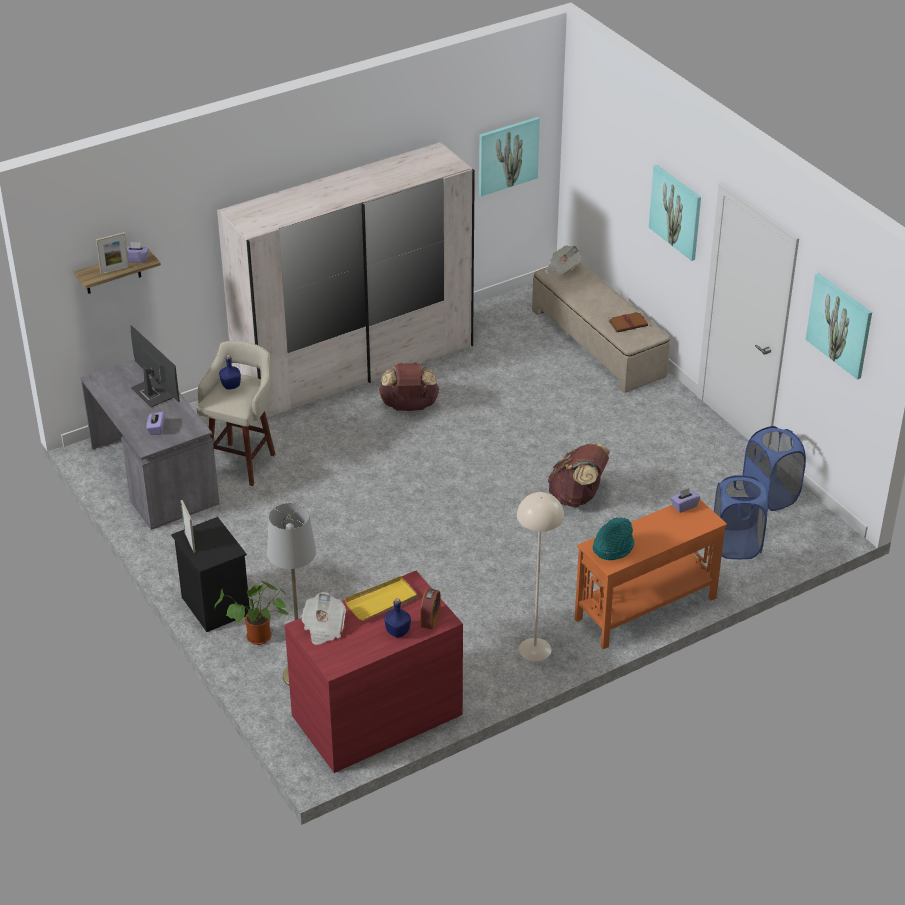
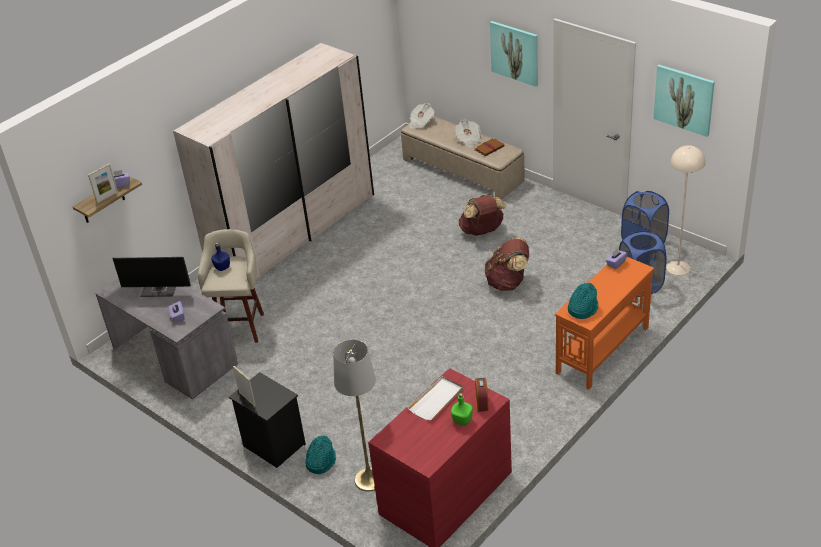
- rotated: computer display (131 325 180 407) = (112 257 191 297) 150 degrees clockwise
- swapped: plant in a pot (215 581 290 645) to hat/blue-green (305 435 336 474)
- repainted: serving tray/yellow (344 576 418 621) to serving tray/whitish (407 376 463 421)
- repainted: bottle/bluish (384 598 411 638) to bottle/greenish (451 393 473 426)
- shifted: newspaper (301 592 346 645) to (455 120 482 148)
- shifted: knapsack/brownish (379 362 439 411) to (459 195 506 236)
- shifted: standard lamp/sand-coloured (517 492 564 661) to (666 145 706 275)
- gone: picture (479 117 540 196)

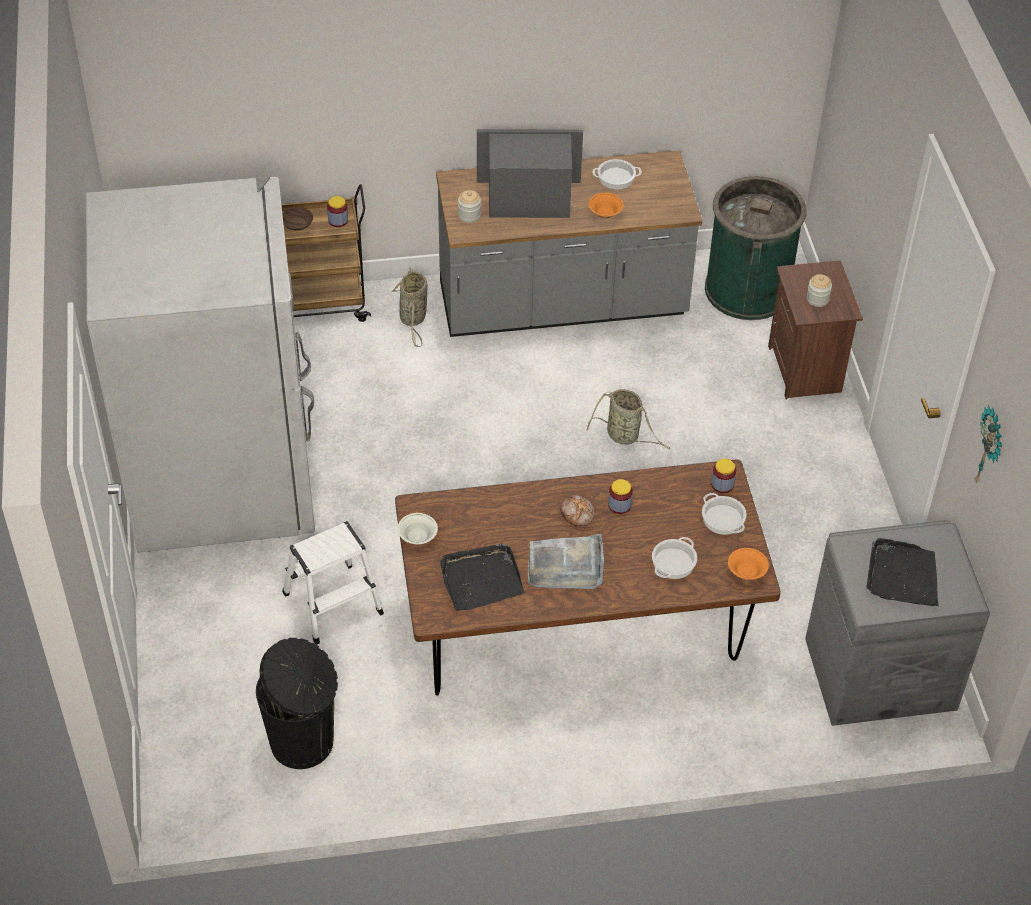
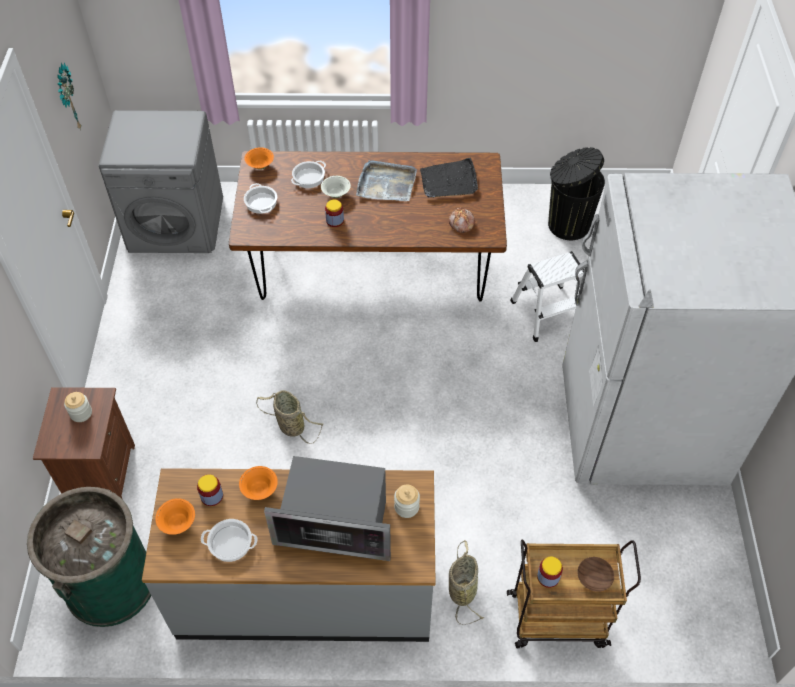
- new: bowl/orangey (155 498 195 535)
- shifted: preserve jar (711 459 736 493) to (197 474 223 506)
- shifted: bowl/whitish (397 513 438 544) to (321 176 351 198)
- shifted: baked bread (560 495 595 527) to (449 208 475 233)
- gone: serving tray/black (867 538 938 606)

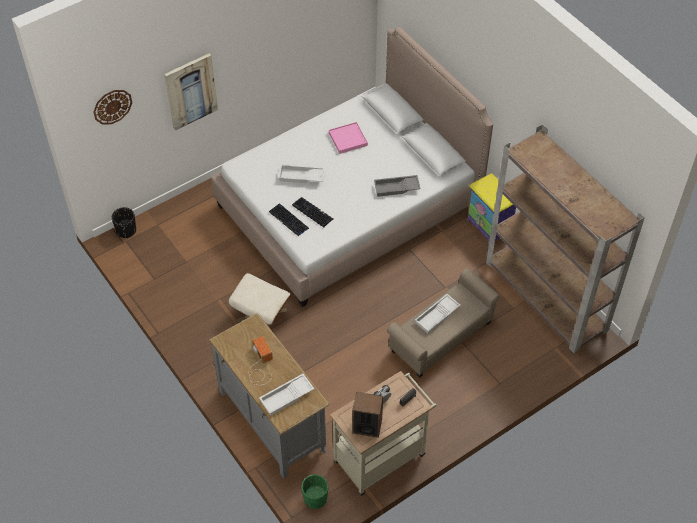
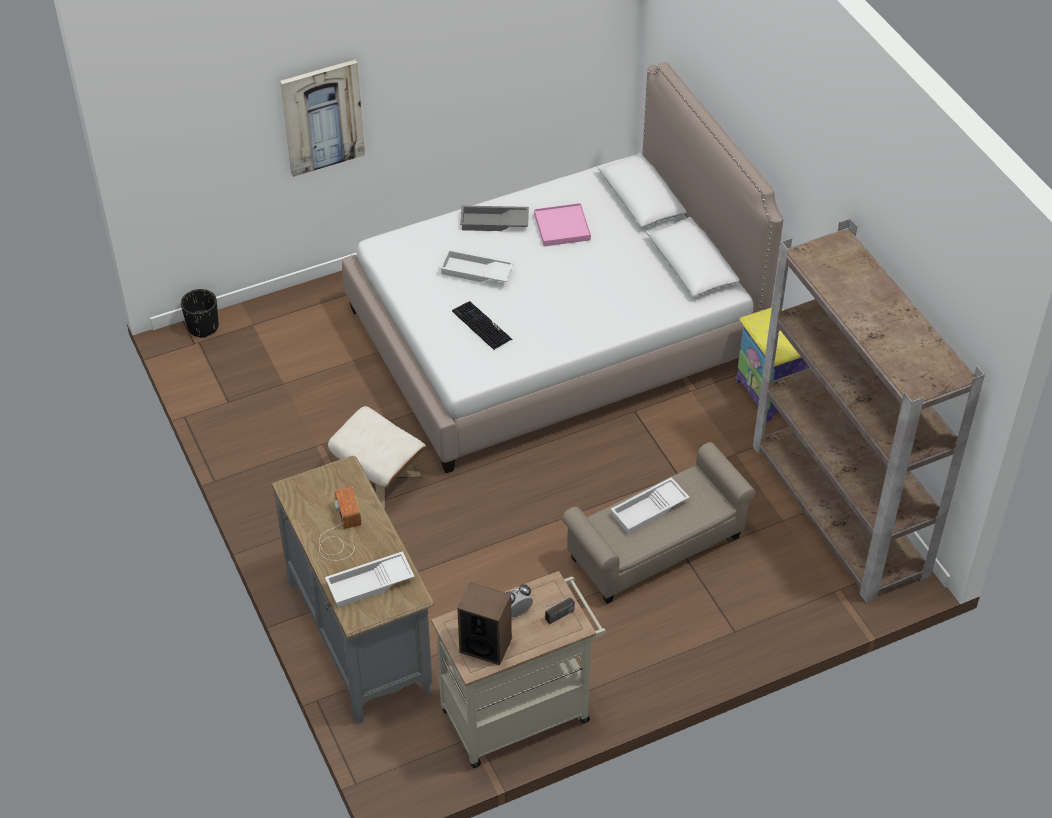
- shifted: serving tray/gray (374 175 421 197) to (460 205 529 231)
- gone: wall clock (94 90 132 125)
- gone: computer keyboard (269 203 309 236)
- gone: plant pot/greenish (301 474 328 509)

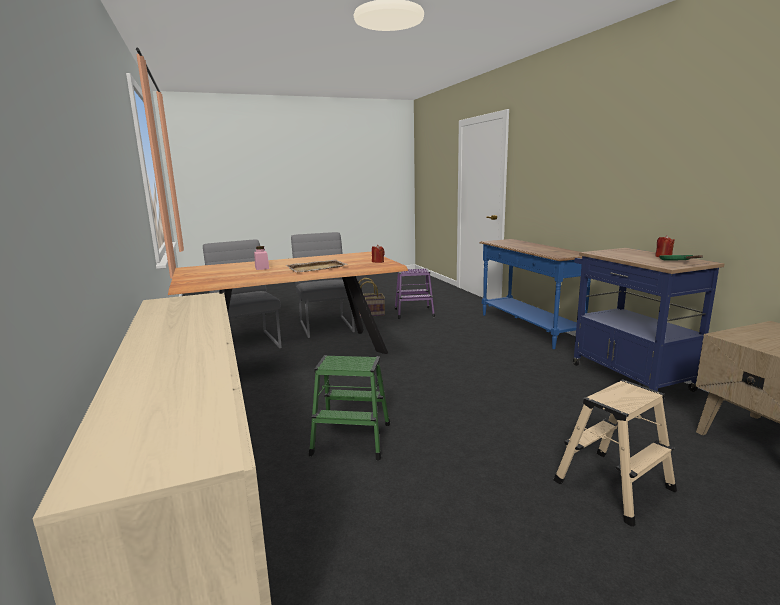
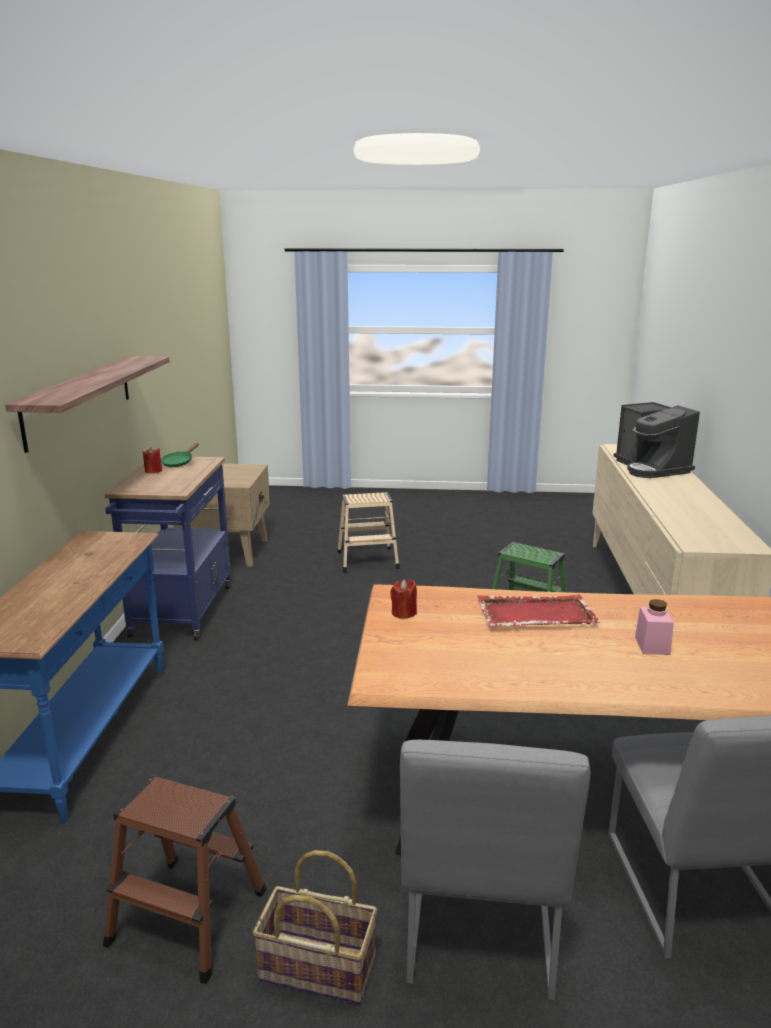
- new: wall shelf (5 356 170 453)
- repainted: step ladder/purplish (395 268 435 319) to step ladder/brownish (103 775 267 984)
- repainted: serving tray/sand-coloured (285 259 347 272) to serving tray/red-coloured (477 594 600 626)
- new: coffee brewer (613 402 700 478)

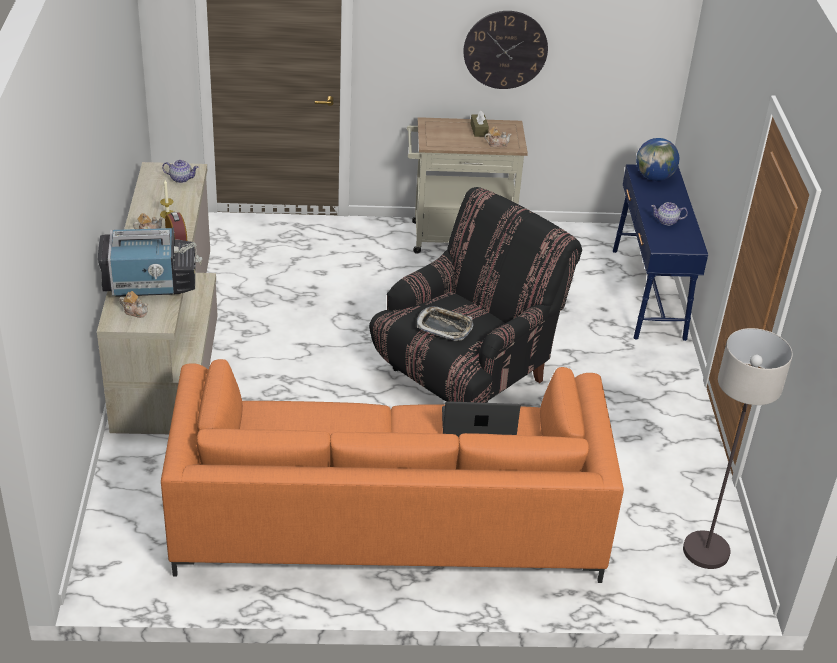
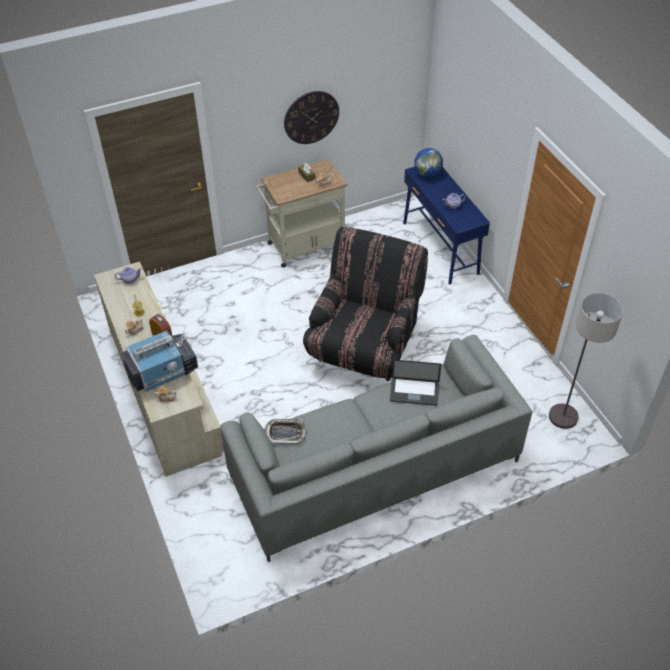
- repainted: couch/orangey (161 359 624 583) to couch/gray (220 335 532 562)
- shifted: serving tray (417 306 473 341) to (265 419 307 444)
- rotated: notebook computer (442 402 521 438) = (390 360 441 406) 150 degrees counterclockwise

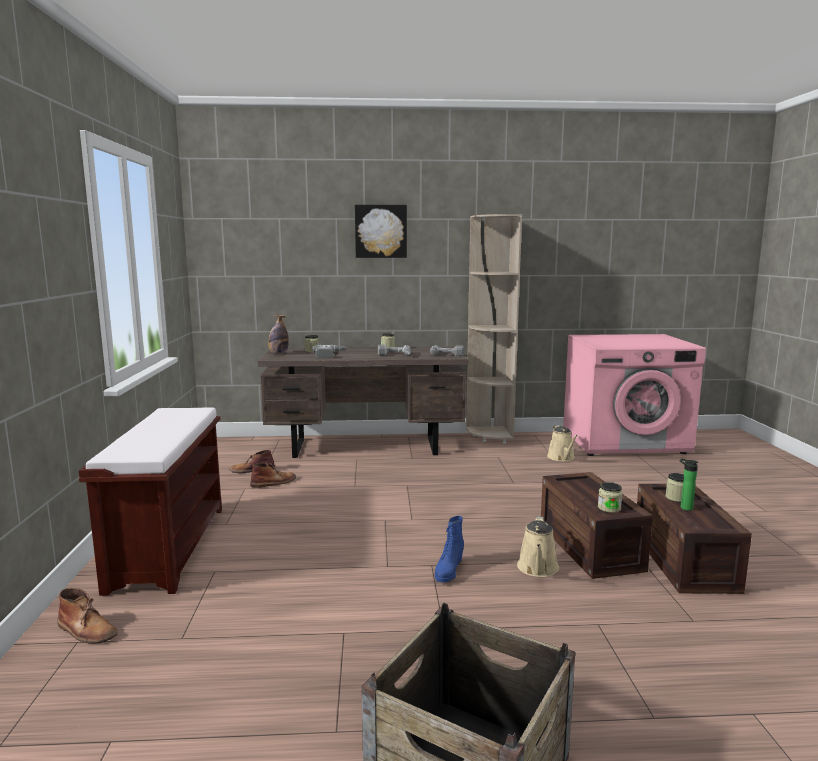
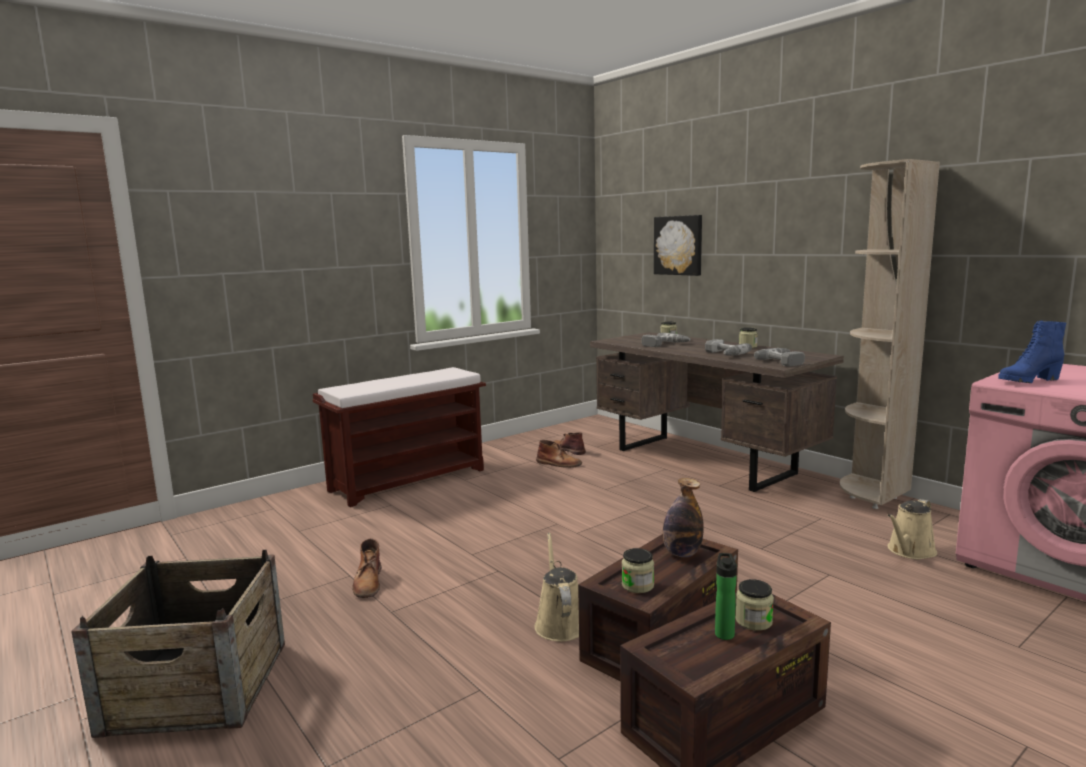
- shifted: boot/brownish (57 588 118 644) to (353 539 381 598)
- rotated: watering pot/sand-coloured (517 517 559 577) = (534 533 579 642) 105 degrees clockwise
- shifted: picture (355 205 407 258) to (654 215 702 276)
- shifted: bottle (268 315 289 354) to (663 478 704 557)
- shifted: boot/bluish (435 516 464 582) to (998 321 1066 383)

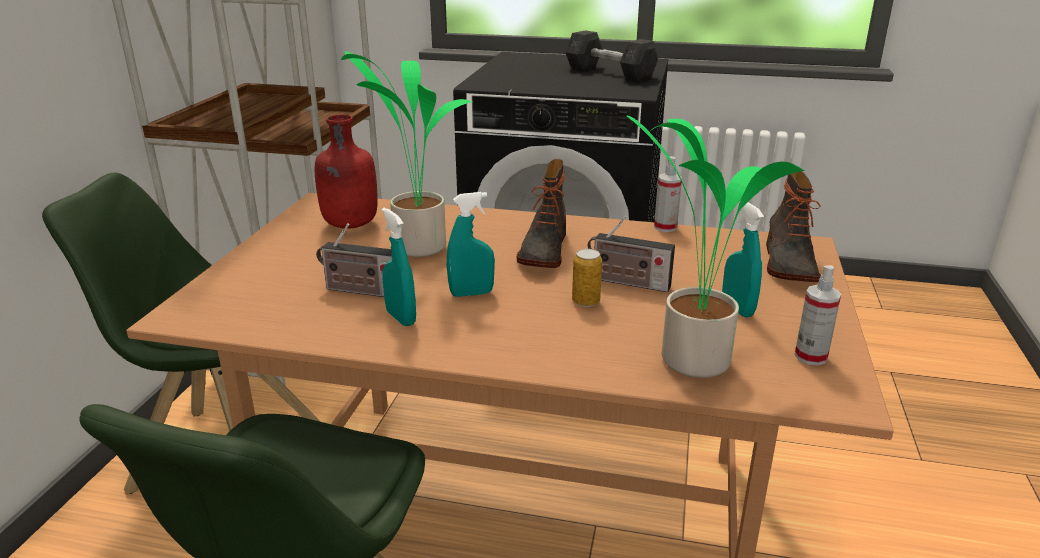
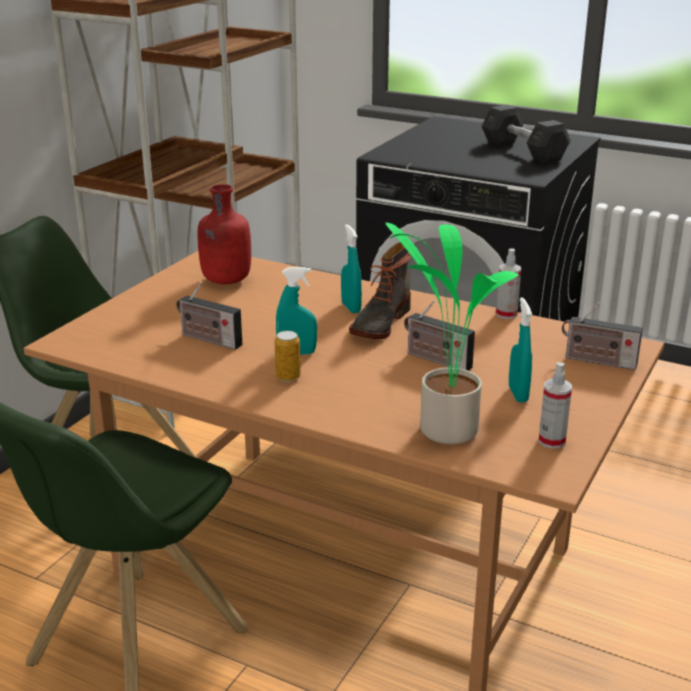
- shifted: sealed can (572 249 602 307) to (274 331 301 382)
- shifted: sprayer/blue-green (382 207 416 326) to (341 224 362 313)
- swapped: boot (766 171 821 282) to radio set (562 302 643 370)
- gone: plant in a pot (341 51 472 257)

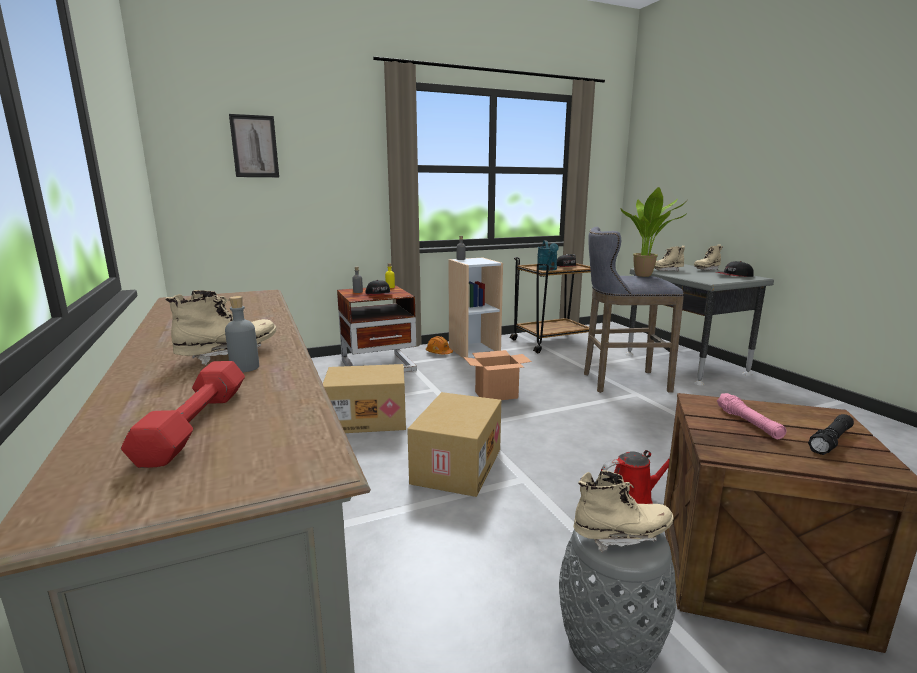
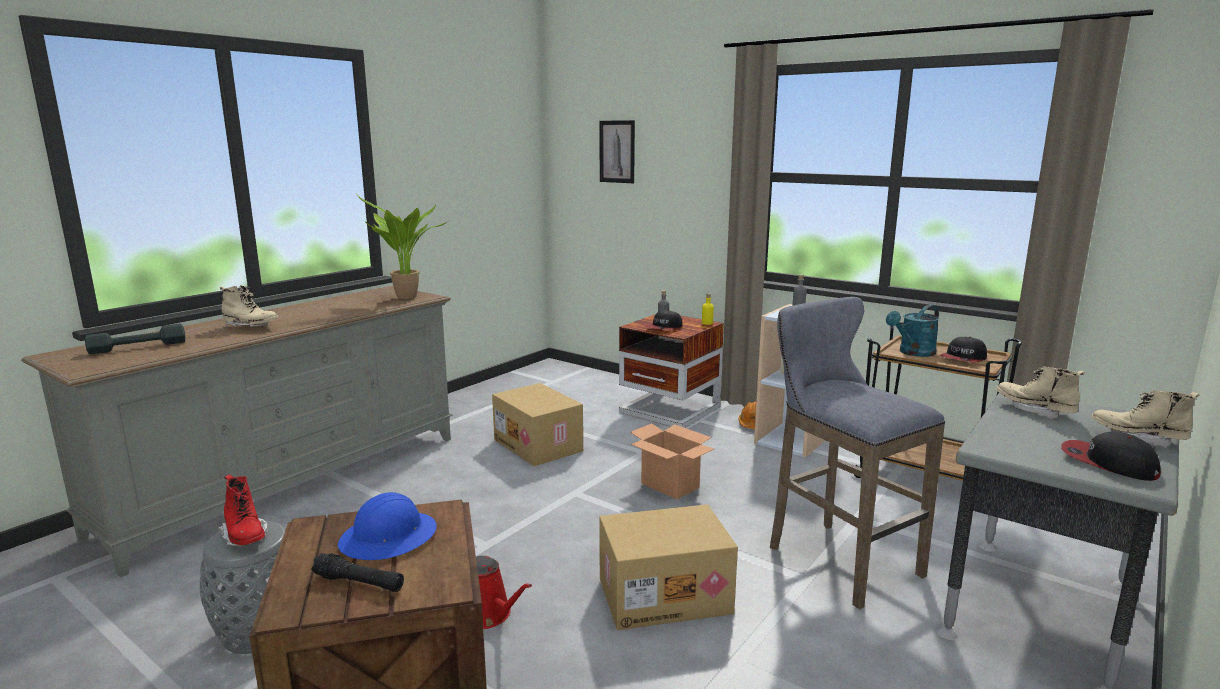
- repainted: hand weight/red-coloured (121 361 245 468) to hand weight/gray (85 324 185 354)
- repainted: boot/sand-coloured (573 470 674 553) to boot/red-coloured (218 475 268 546)
- swapped: hand torch/pinkish (717 393 786 439) to work helmet/bluish (338 492 437 560)
- shifted: plant in a pot (620 187 687 277) to (356 194 448 299)
- shifted: carton (407 392 501 497) to (599 504 738 630)
- gone: bottle/gray (225 296 259 372)

